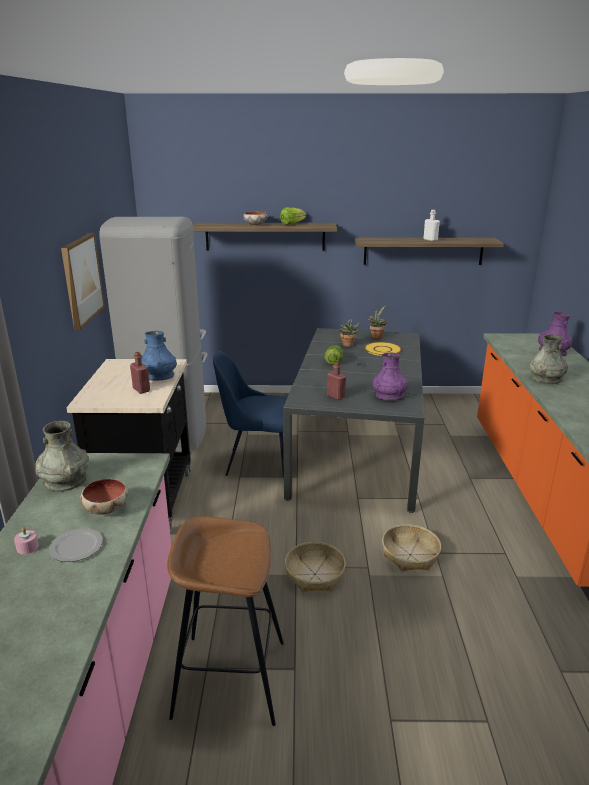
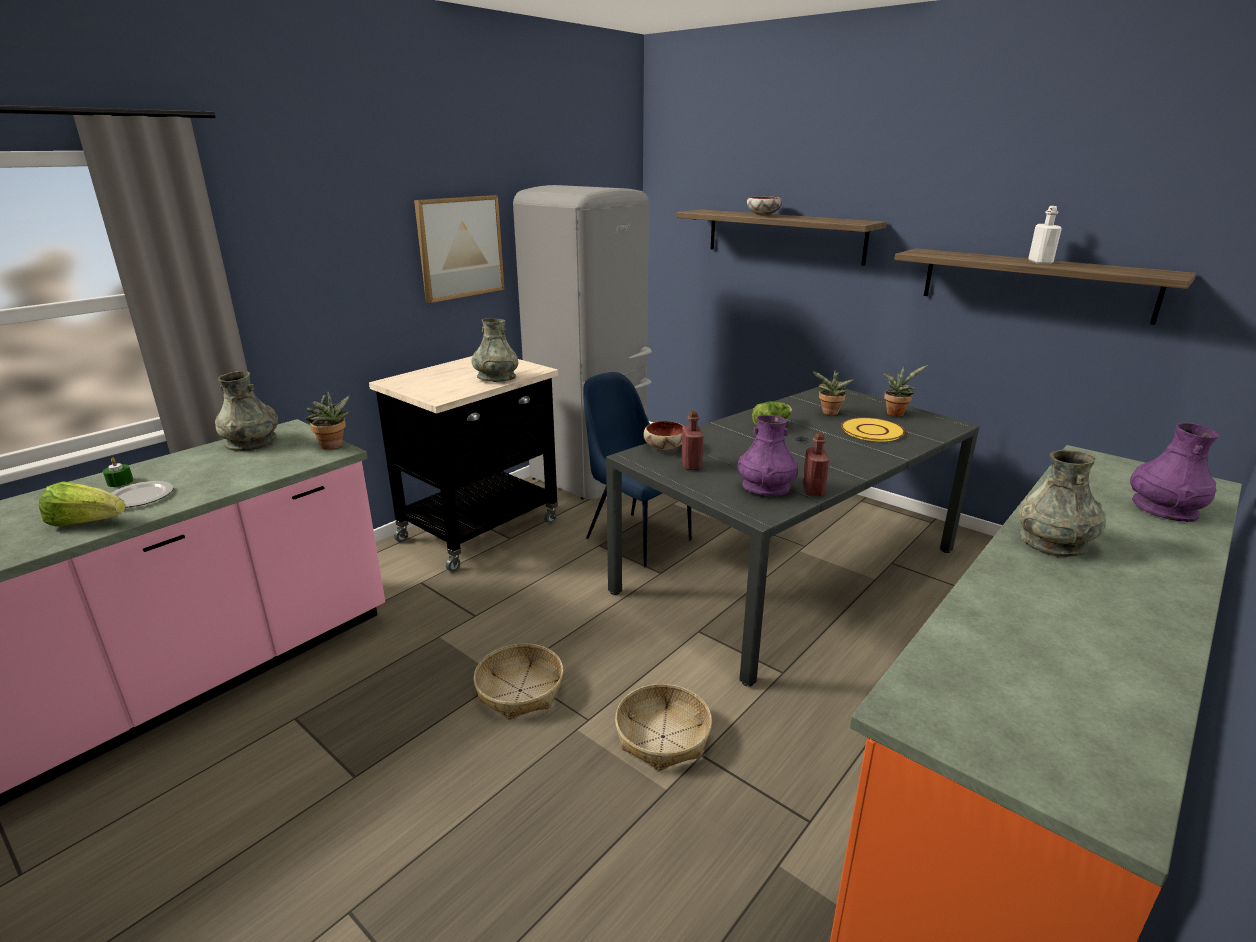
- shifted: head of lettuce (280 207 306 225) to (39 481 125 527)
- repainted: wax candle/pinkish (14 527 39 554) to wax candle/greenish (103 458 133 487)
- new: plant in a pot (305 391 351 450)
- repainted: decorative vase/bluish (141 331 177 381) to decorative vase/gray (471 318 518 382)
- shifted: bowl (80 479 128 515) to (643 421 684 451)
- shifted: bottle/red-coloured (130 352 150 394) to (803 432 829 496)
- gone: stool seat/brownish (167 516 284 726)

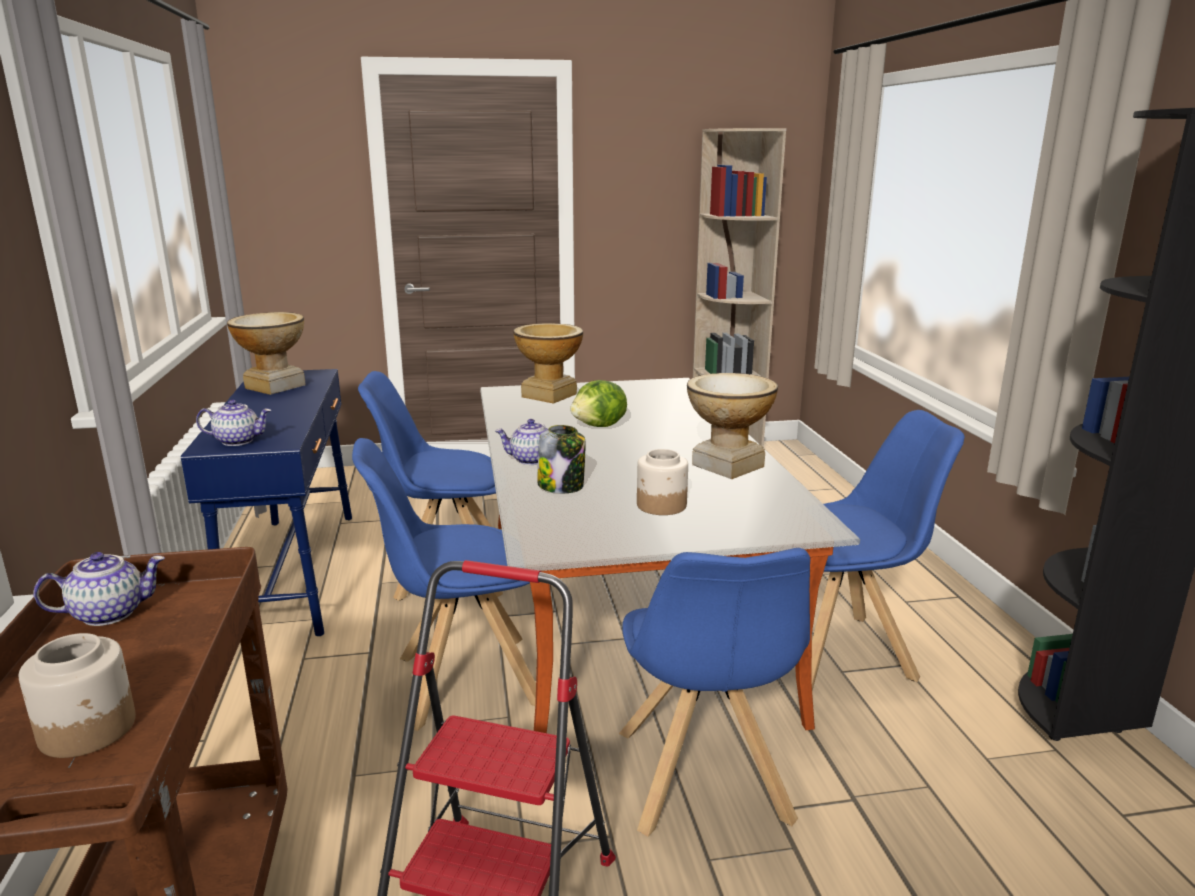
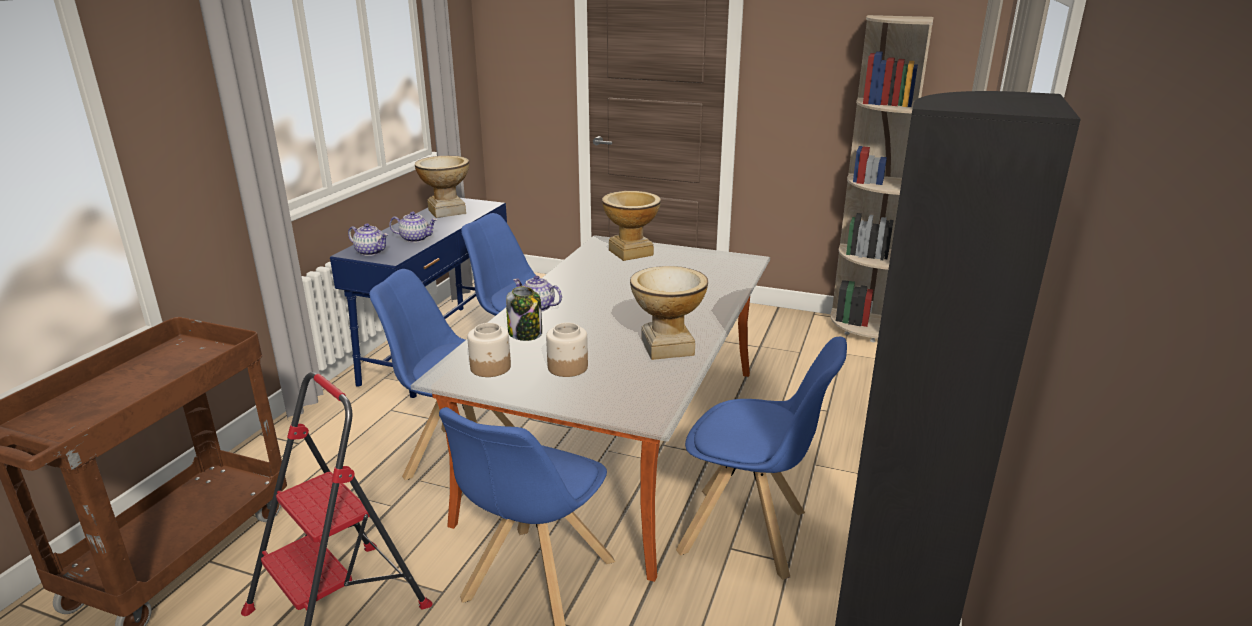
- shifted: tea pot (33 552 165 626) to (389 212 437 243)
- shifted: preserve jar (18 633 136 758) to (467 323 511 377)
- gone: head of lettuce (570 380 627 427)

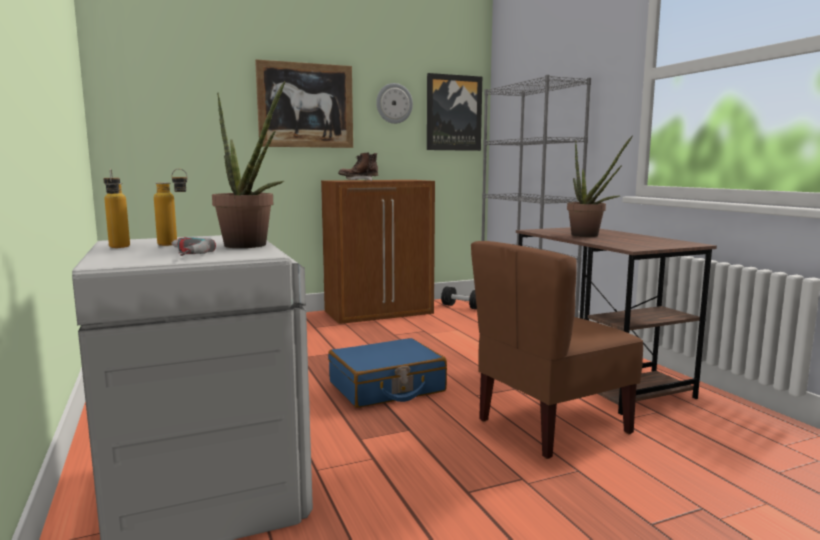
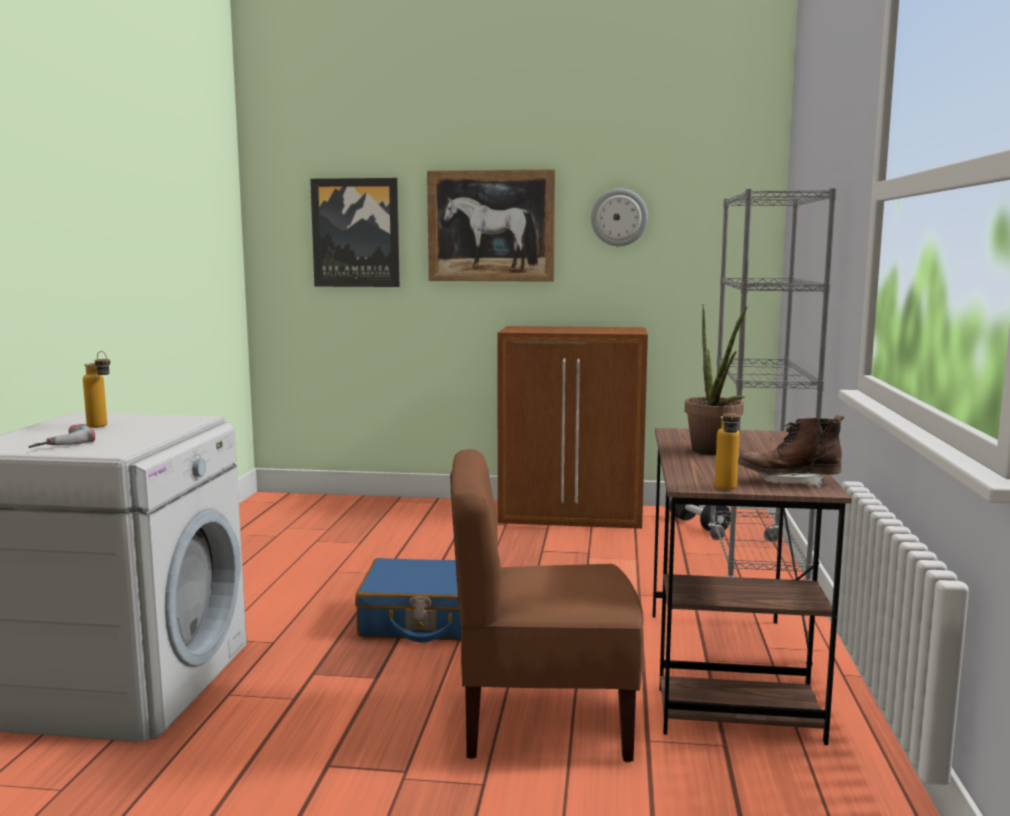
- shifted: picture (427 73 482 151) to (310 178 400 287)
- shifted: bottle (103 169 130 248) to (715 405 740 490)
- shifted: boot/brownish (338 152 378 181) to (738 415 844 487)
- gone: plant in a pot (212 81 285 248)

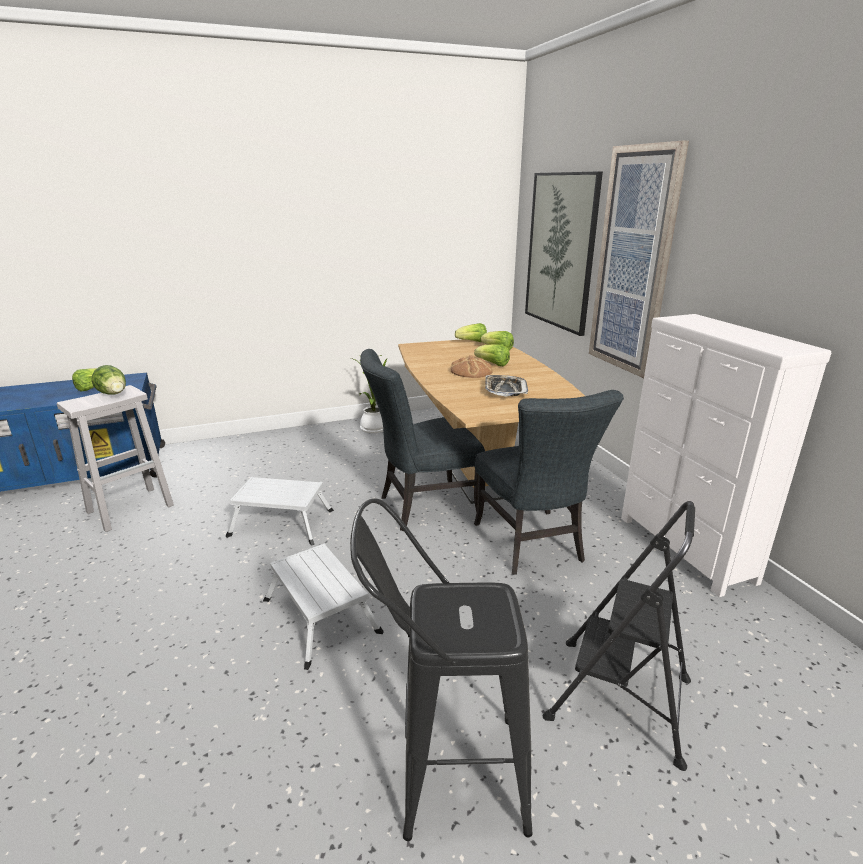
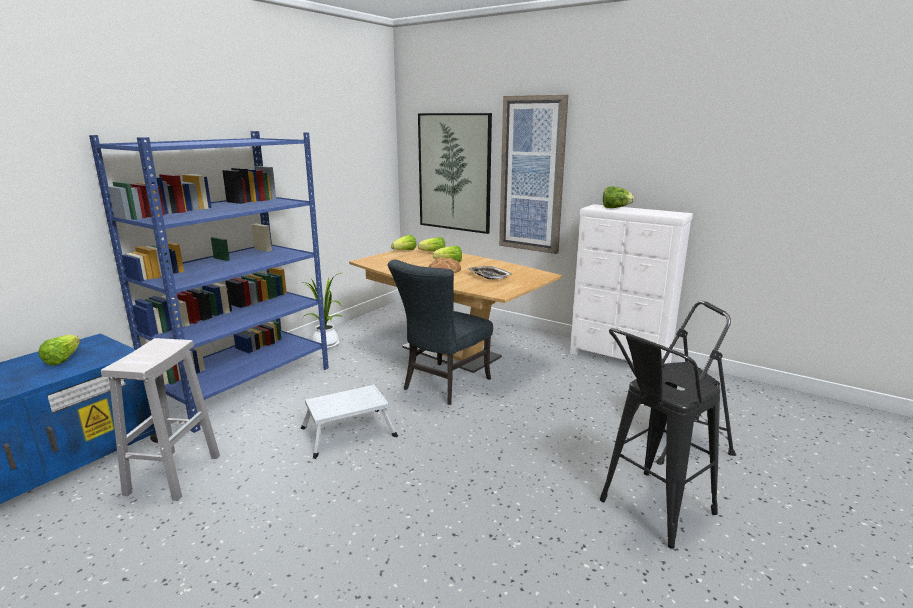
- new: bookcase/bluish (89 131 329 433)
- shifted: head of lettuce (91 365 126 395) to (603 187 634 208)
- gone: step ladder/whitish (263 543 384 670)
- gone: upright chair/gray (474 390 624 575)

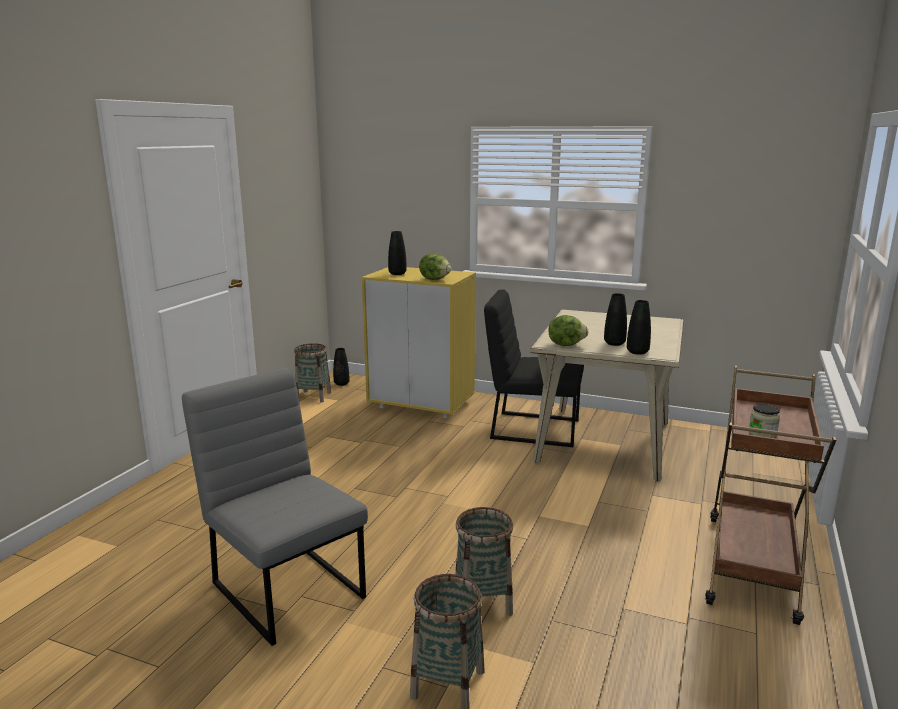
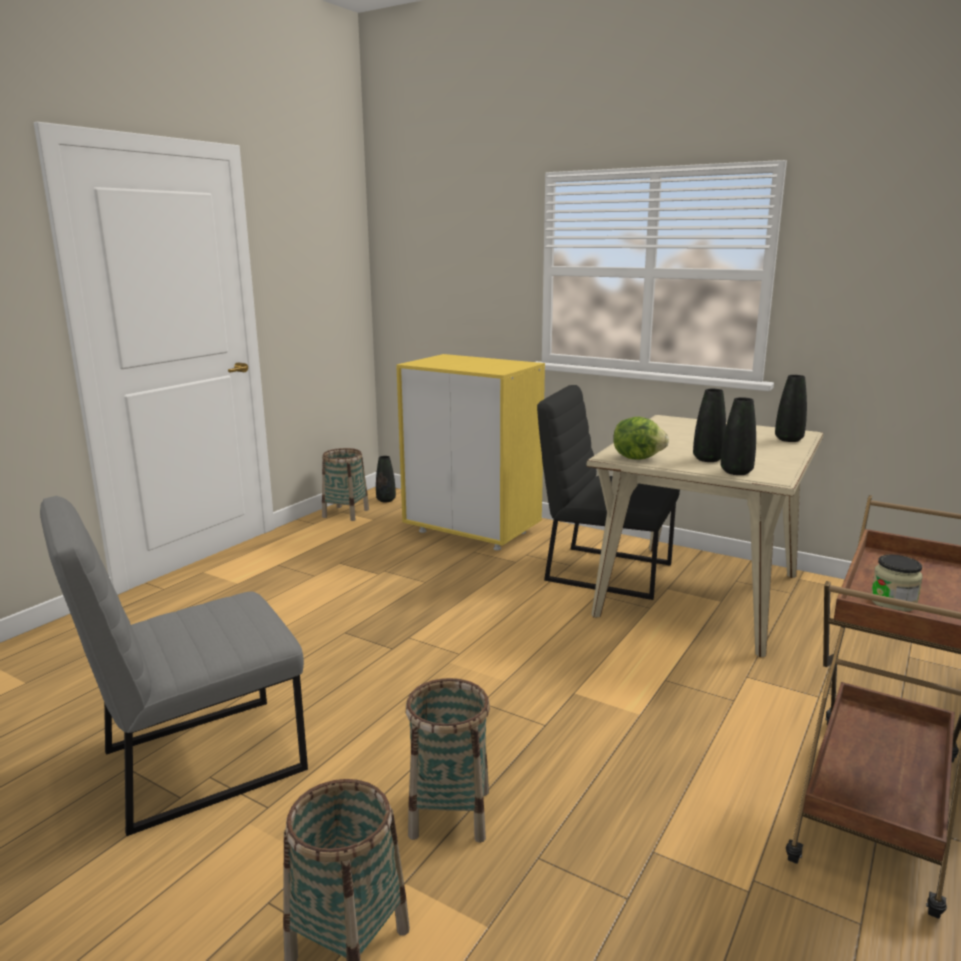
- rotated: upright chair/gray (182 368 368 646) = (40 496 308 836) 90 degrees counterclockwise
- shifted: decorative vase/black (388 231 407 275) to (775 375 807 442)
- gone: head of lettuce (419 253 451 280)

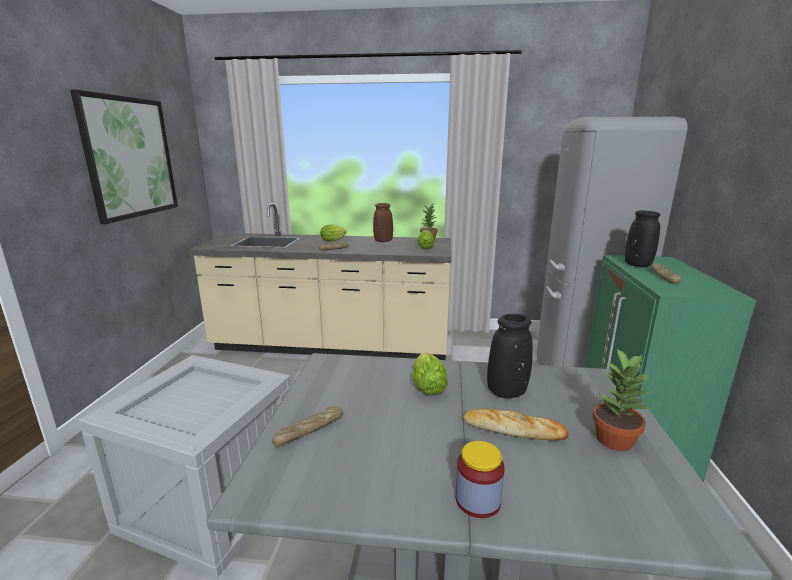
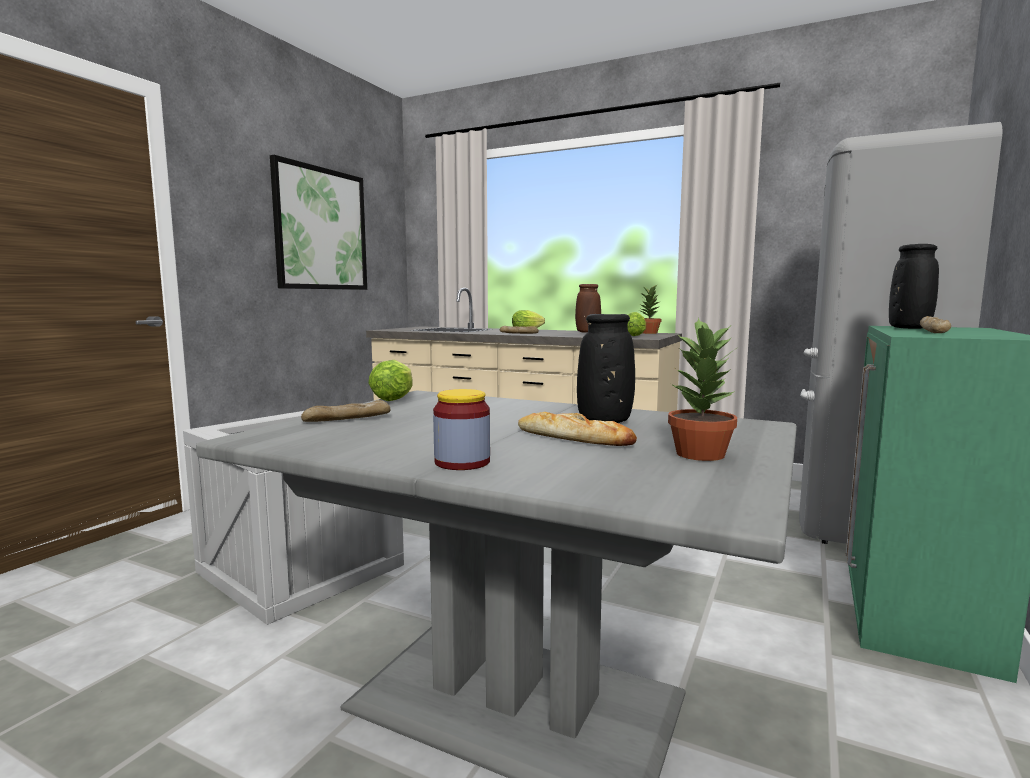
- shifted: head of lettuce (412 352 448 396) to (368 360 413 401)

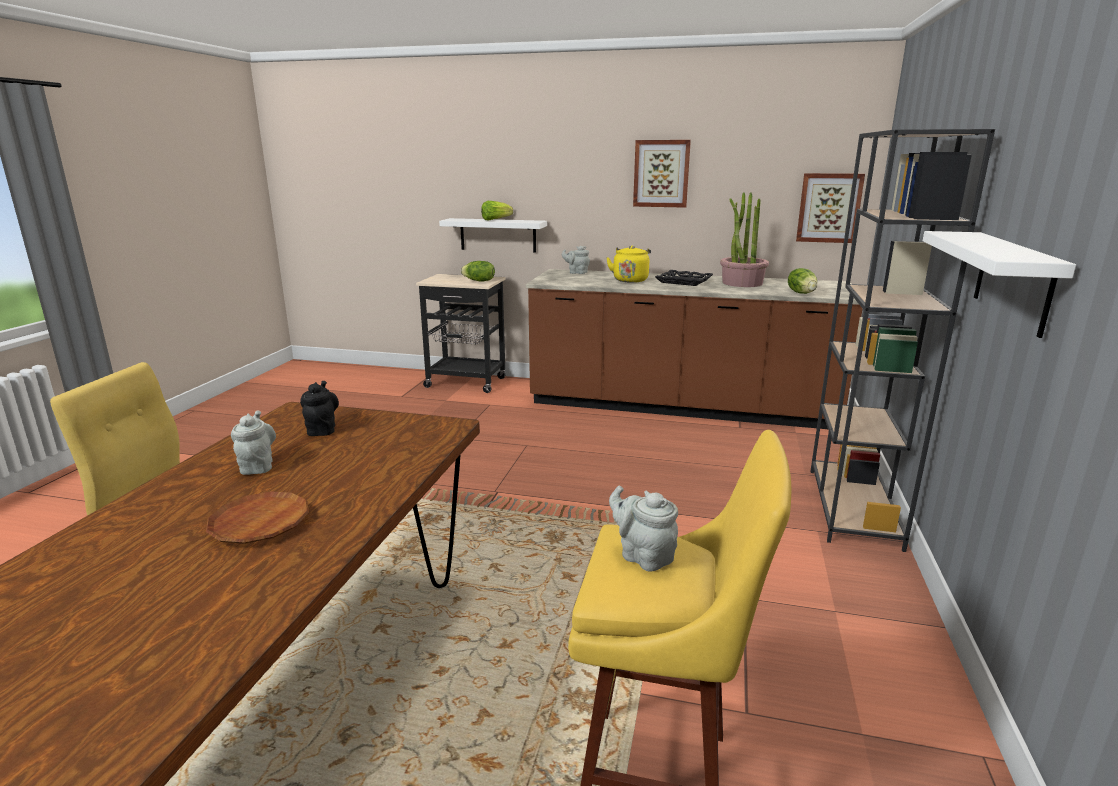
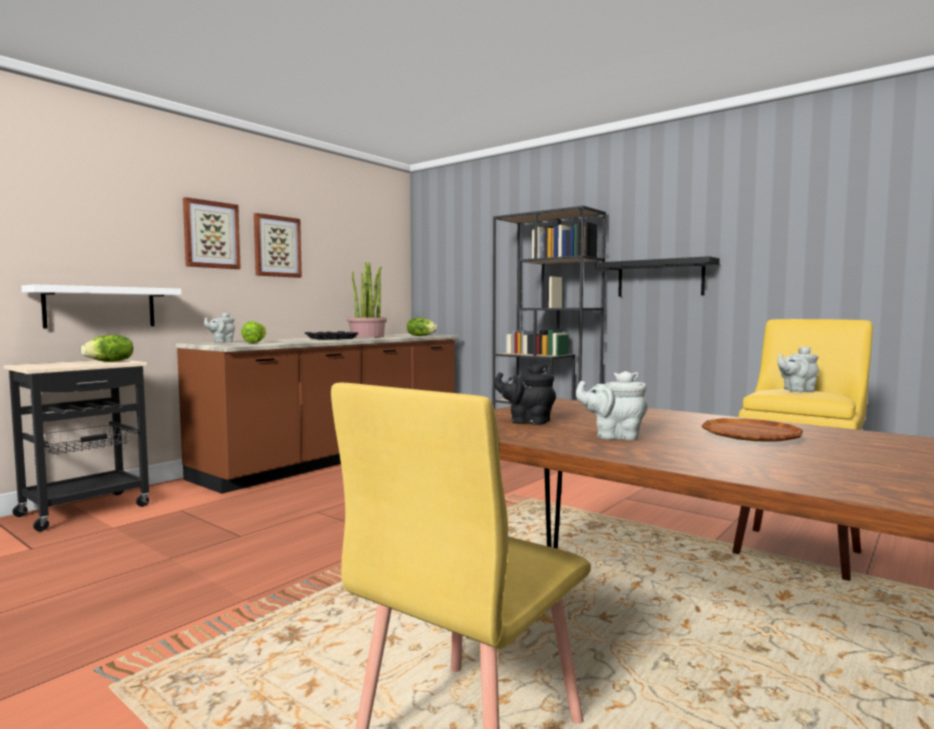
- shifted: picture (796 173 865 243) to (183 197 241 269)
- shifted: head of lettuce (481 201 513 220) to (241 321 266 343)
- repainted: wall shelf/whitish (923 231 1076 338) to wall shelf/black (595 256 720 297)
- gone: tea kettle/yellow (606 246 651 283)

